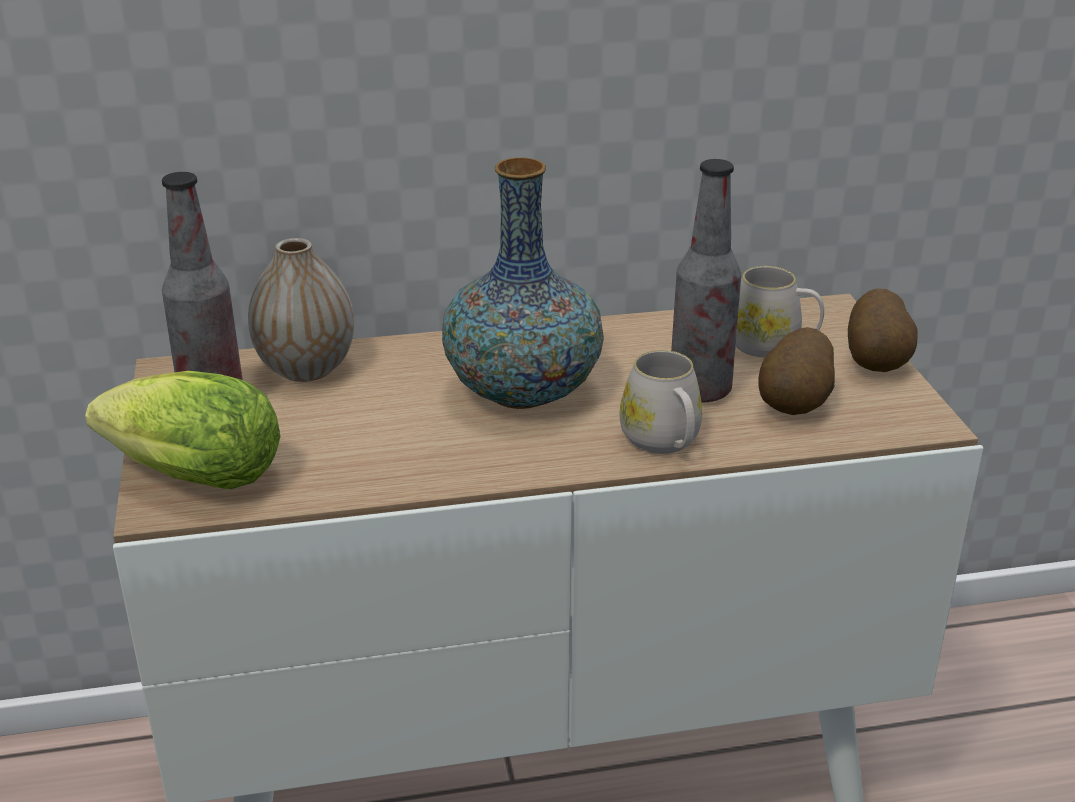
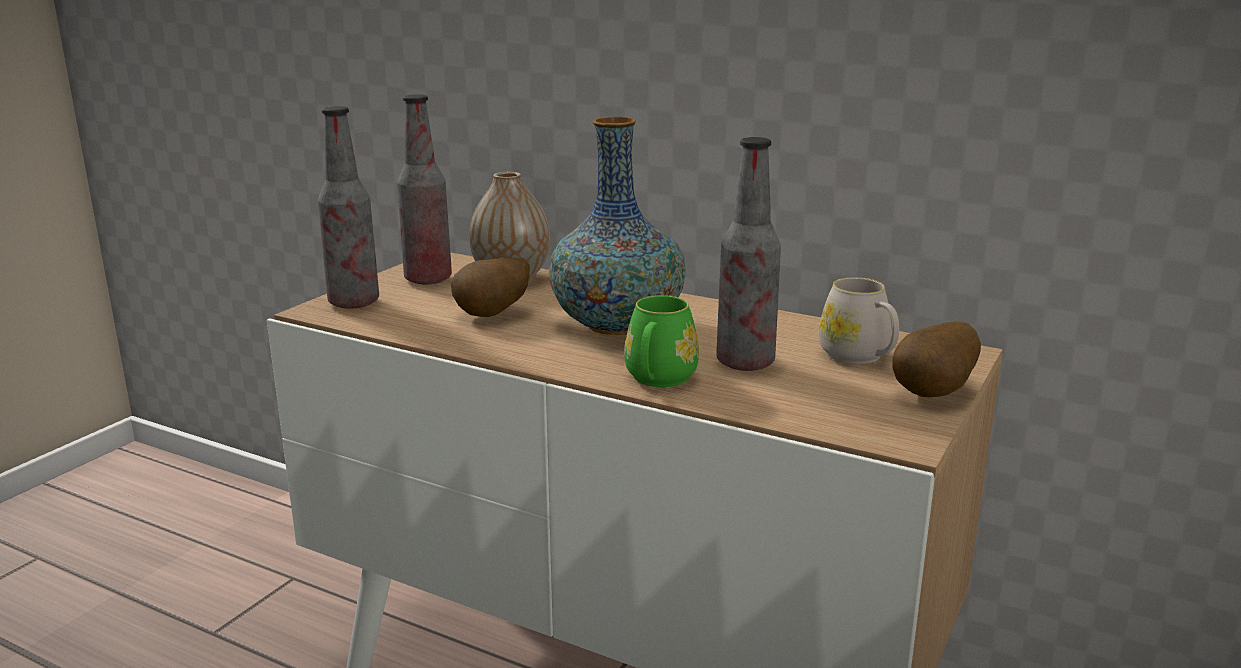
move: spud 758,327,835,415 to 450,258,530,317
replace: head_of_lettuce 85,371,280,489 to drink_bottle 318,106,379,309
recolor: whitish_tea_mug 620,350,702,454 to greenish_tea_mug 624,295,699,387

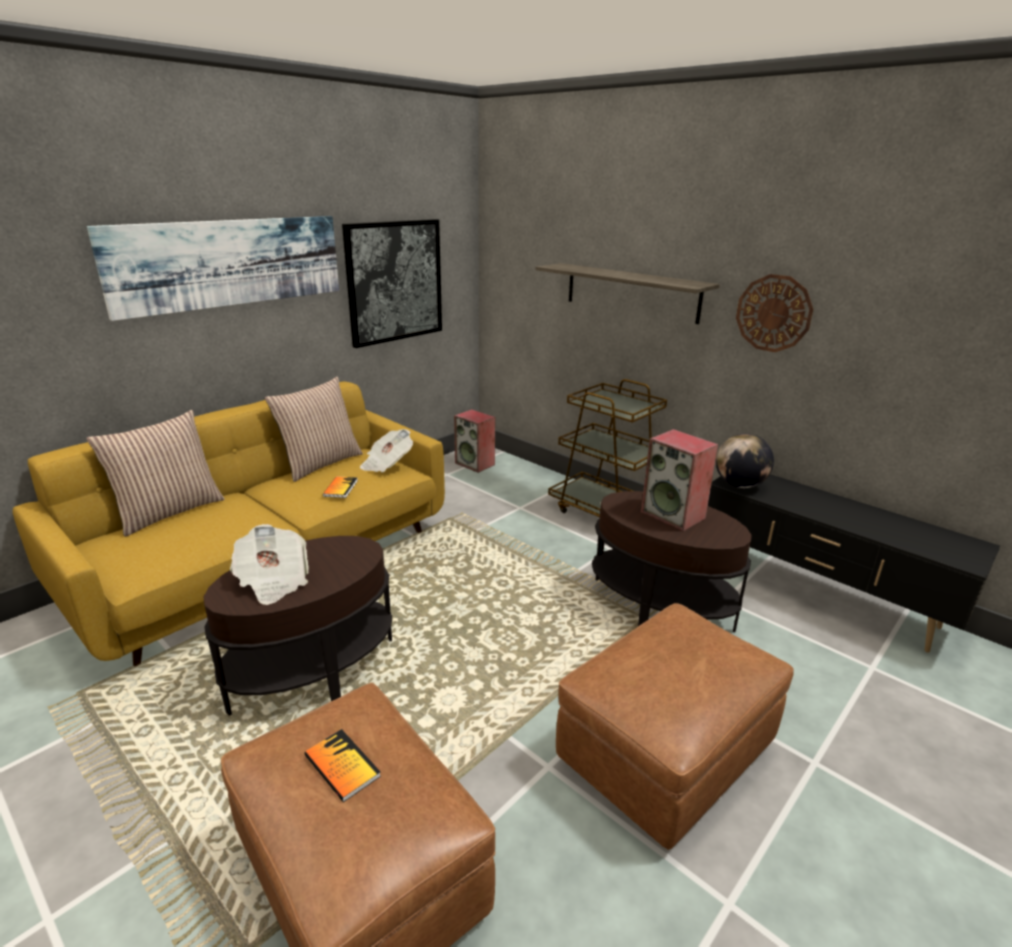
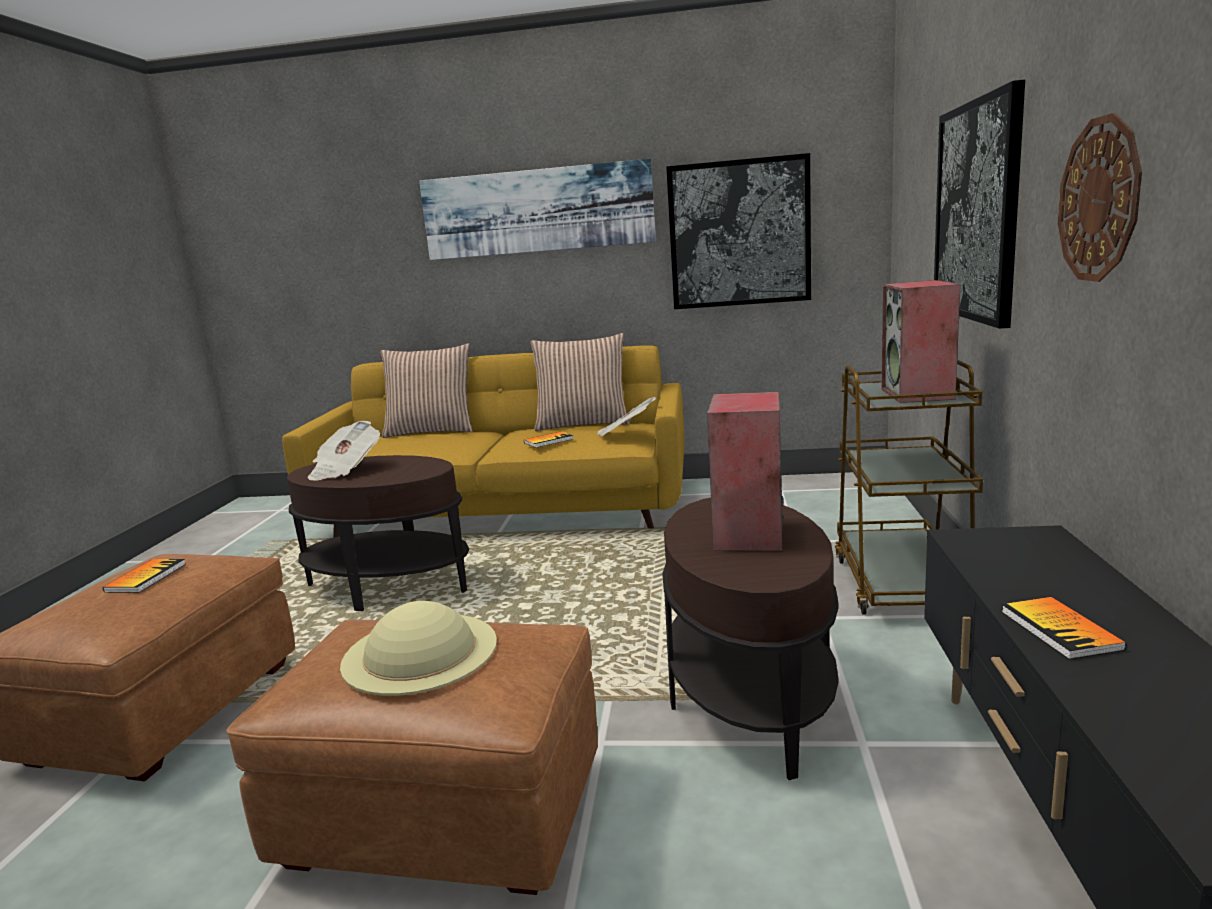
delete: desk_globe 716,433,774,488
insert: beige-coloured_hat 340,601,497,696; book 1001,597,1127,659
move: audio_speaker 454,409,495,473 to 881,280,960,403
replace: shelf 536,263,720,324 to wall_picture 934,79,1025,329

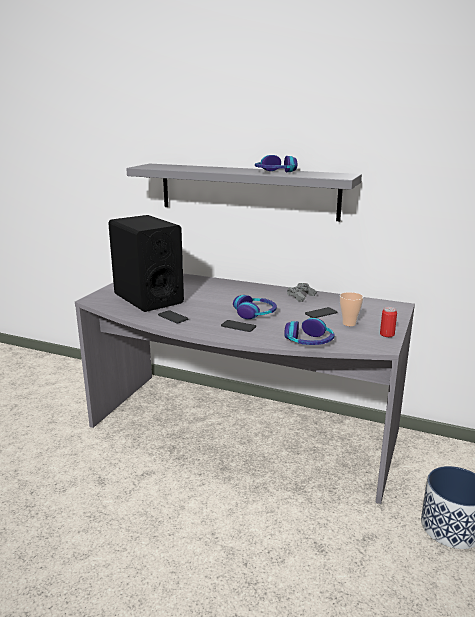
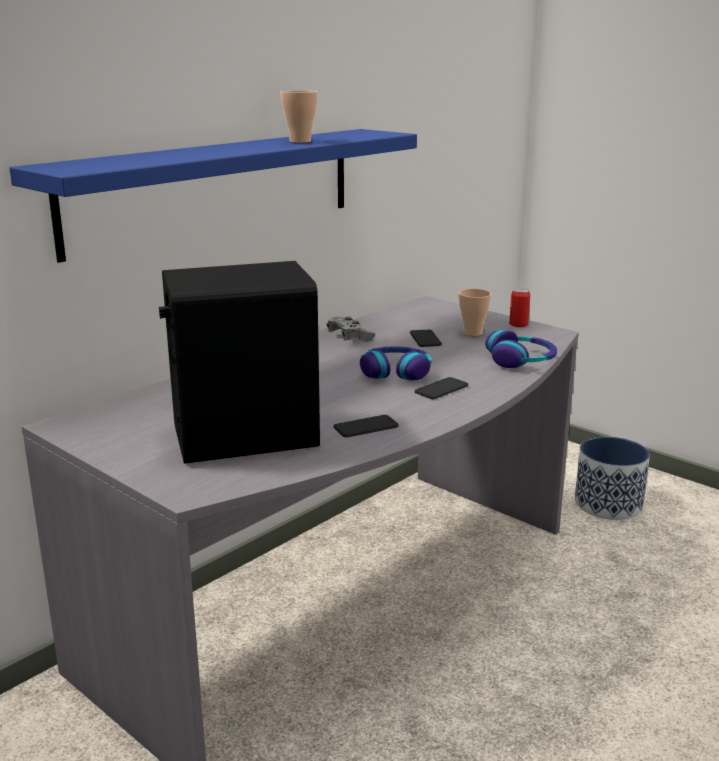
replace: pair_of_headphones 255,155,297,172 to cup 280,90,318,143
recolor: gray_shelf 126,164,362,221 to blue_shelf 9,129,417,263

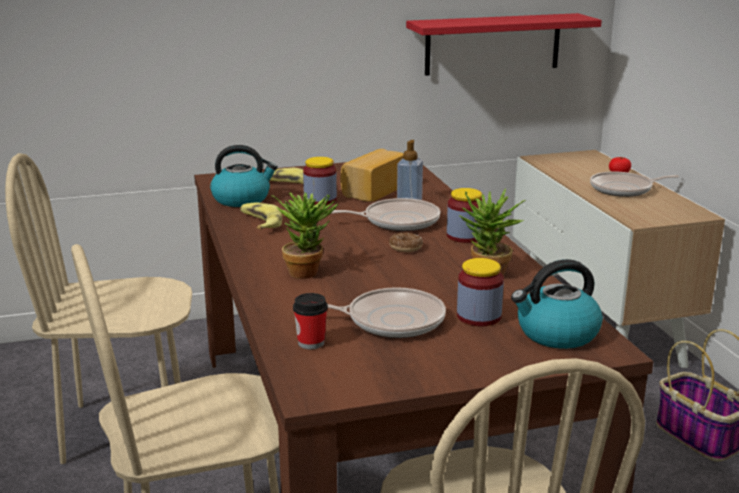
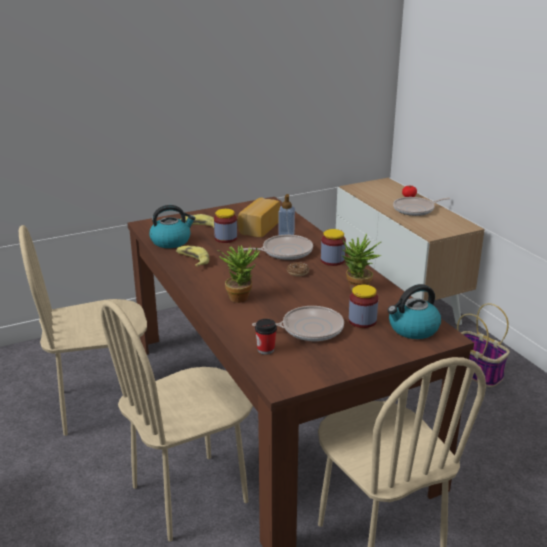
delete: red_shelf 406,13,602,76

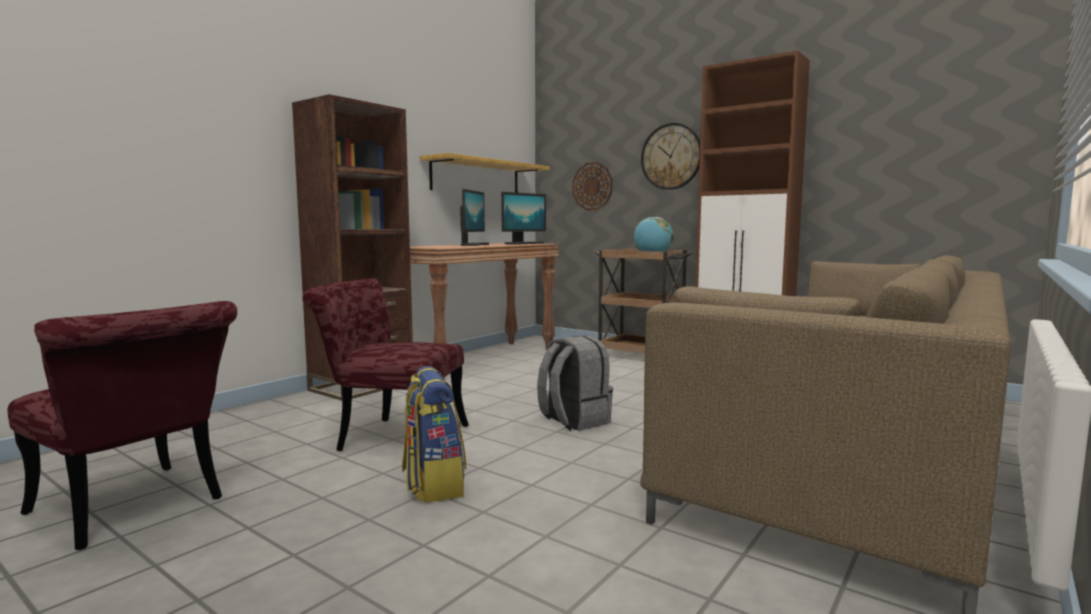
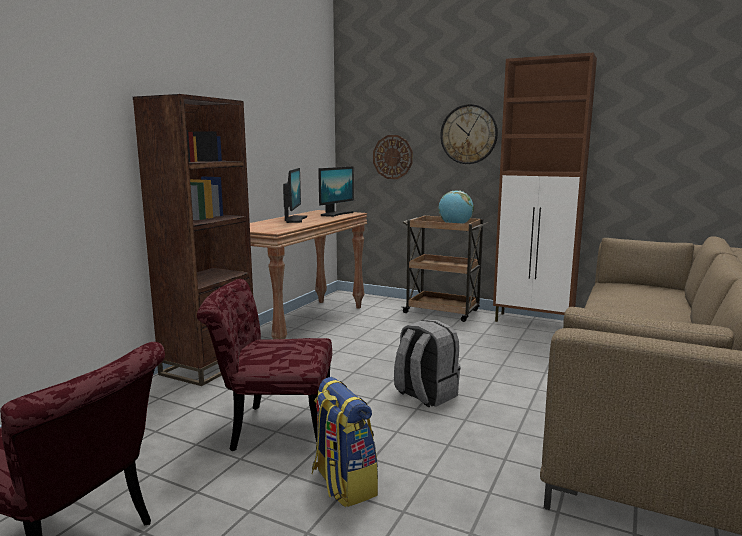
delete: shelf 420,153,550,193

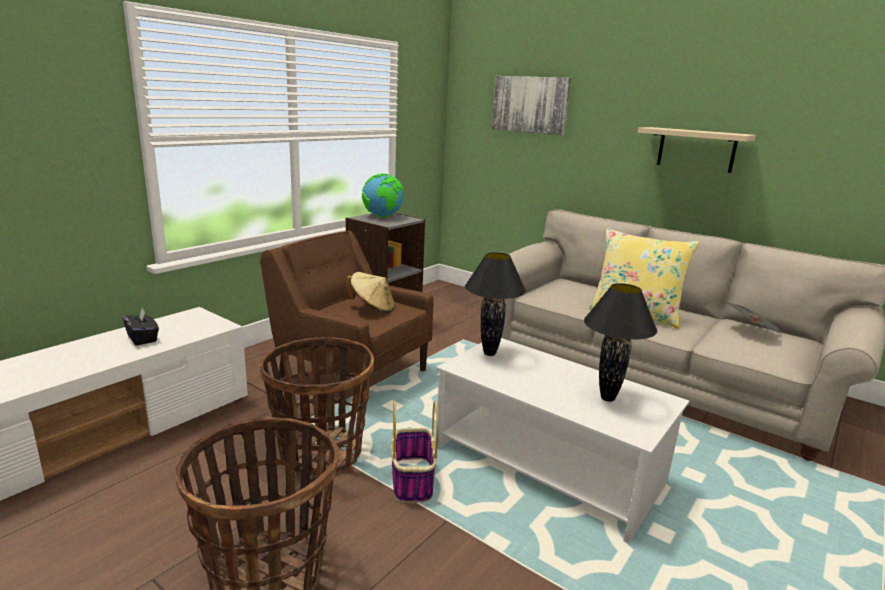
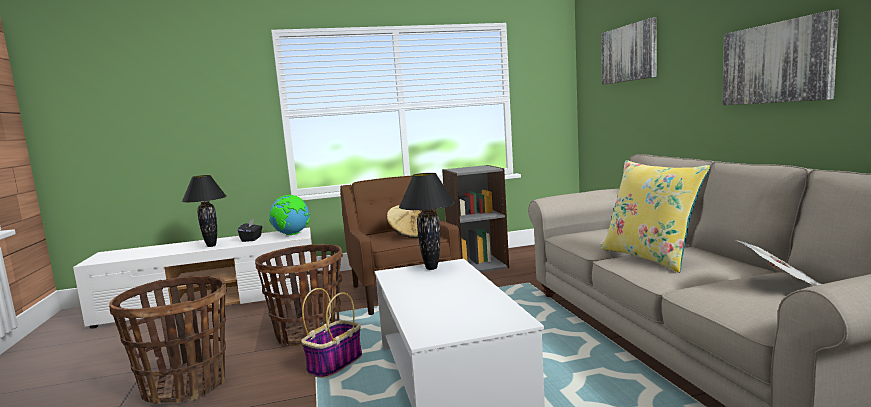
move: desk_globe 362,174,404,217 to 269,195,310,235; black-coloured_tabletop_lamp 584,283,657,402 to 182,175,227,247
replace: beige-coloured_shelf 638,127,756,173 to wall_picture 723,10,839,105

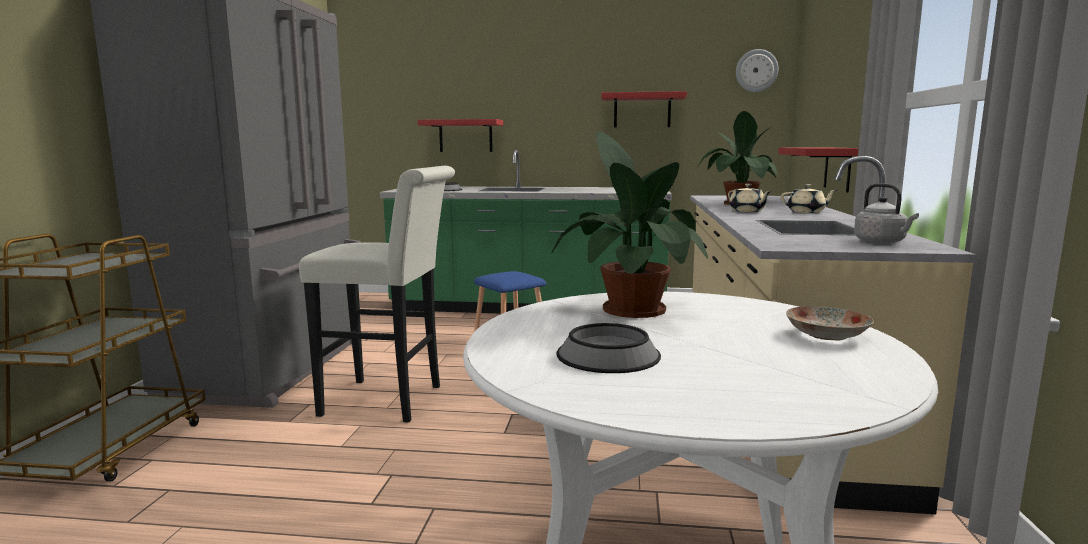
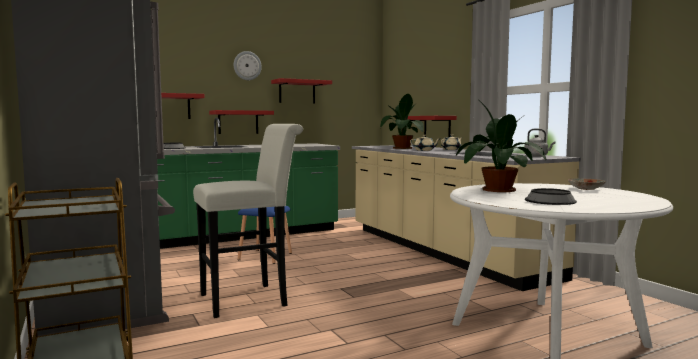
insert: red_shelf 209,110,274,134
move: wall_clock 736,49,778,92 to 234,51,262,80

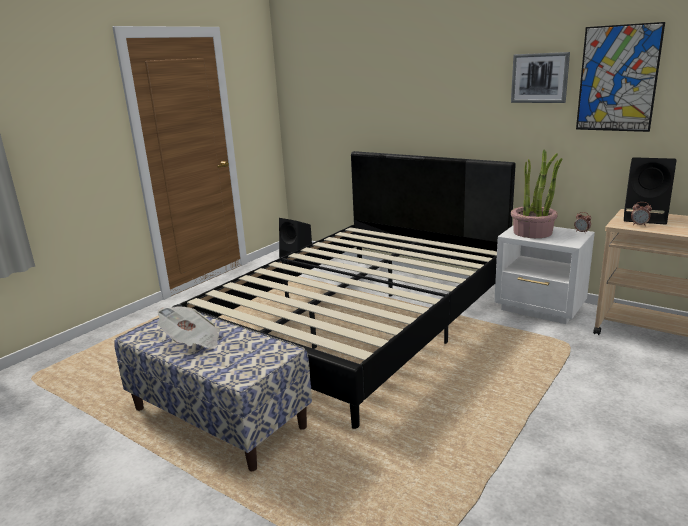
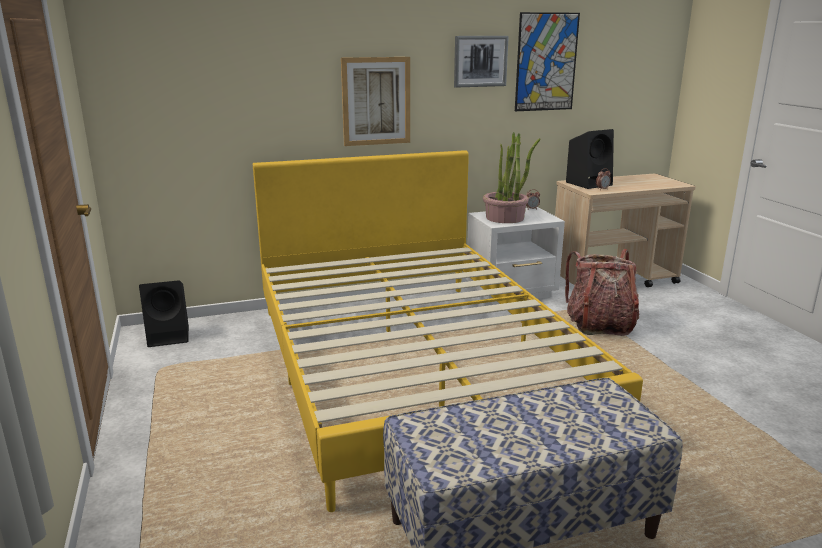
delete: printed_paper 157,306,220,349
insert: wall_picture 341,57,410,146; rucksack 565,249,640,336
recolor: black-coloured_bedroom_bed 171,151,516,429 to yellow_bedroom_bed 253,150,643,512

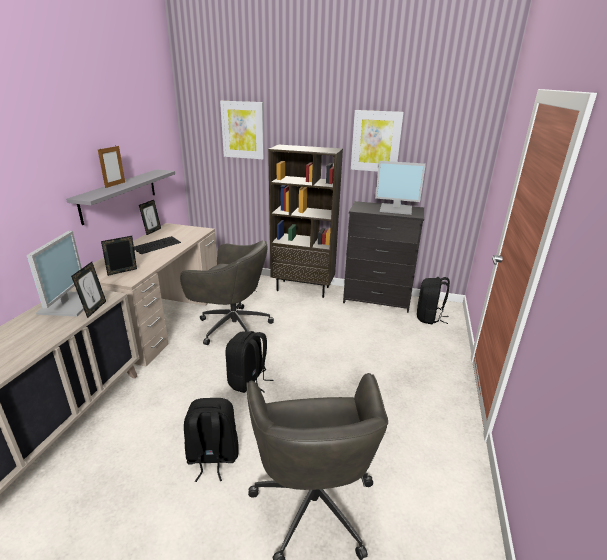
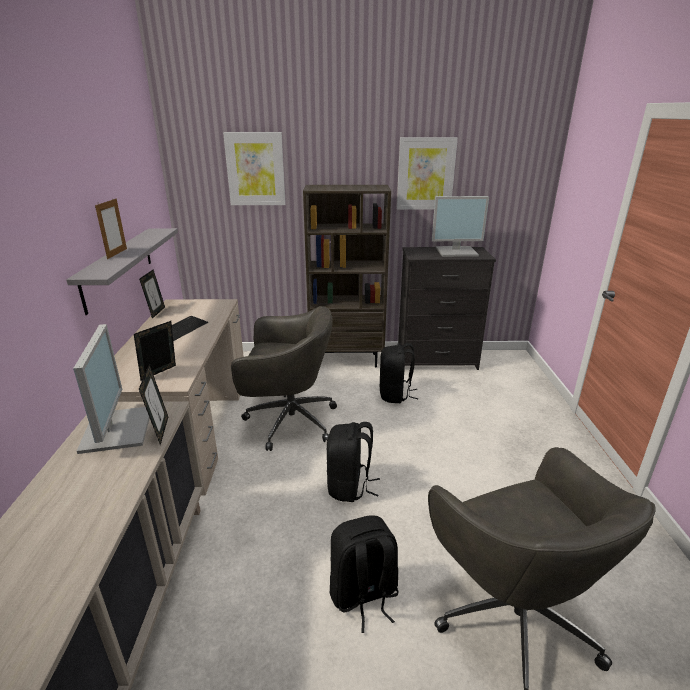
move: black-coloured_rucksack 417,277,450,325 to 380,343,419,403

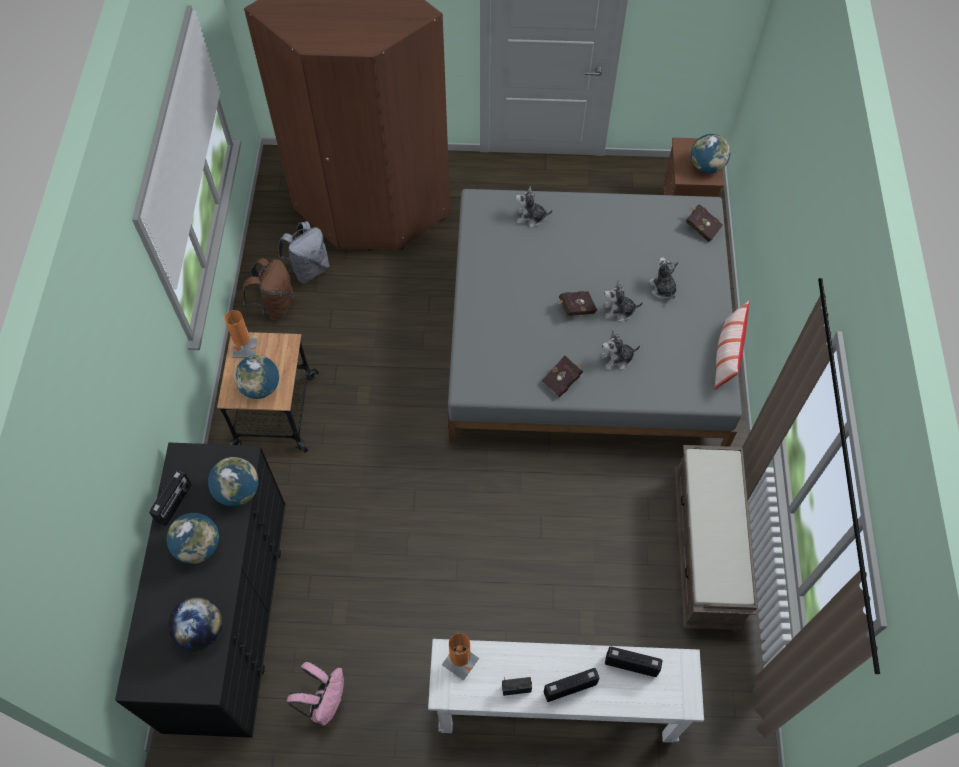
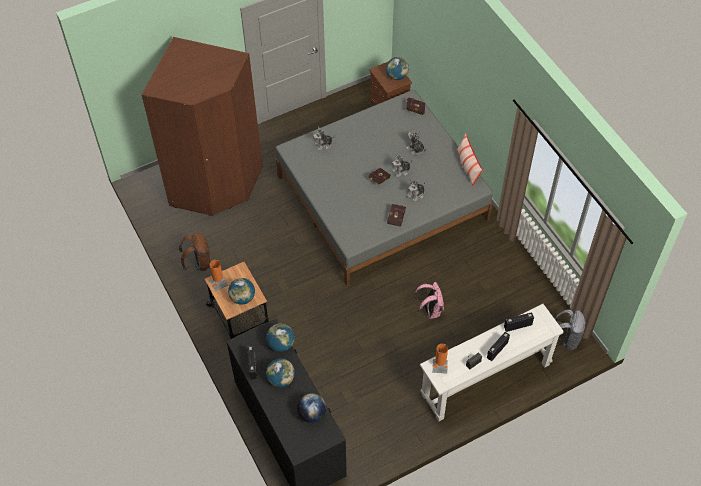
delete: brown_long_seat 674,445,757,632
move: gray_rucksack 278,221,330,283 to 555,309,586,350; pink-coloured_rucksack 287,662,344,726 to 414,282,444,319

